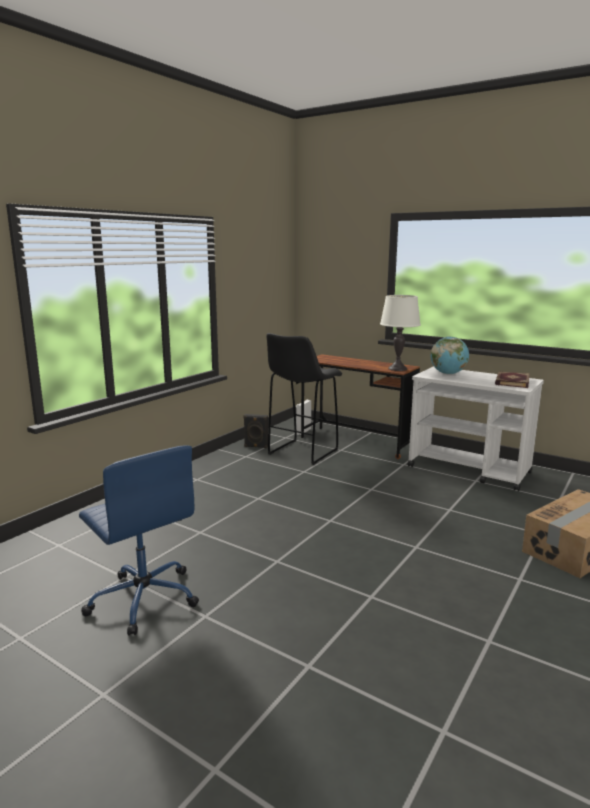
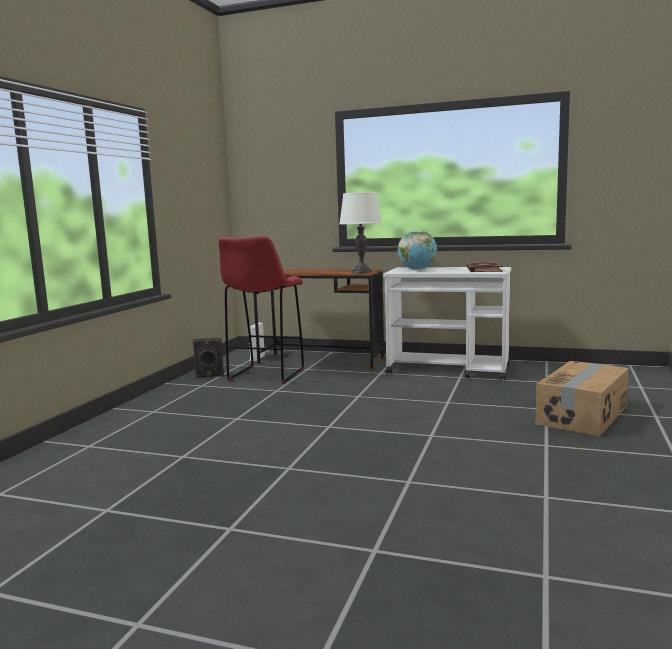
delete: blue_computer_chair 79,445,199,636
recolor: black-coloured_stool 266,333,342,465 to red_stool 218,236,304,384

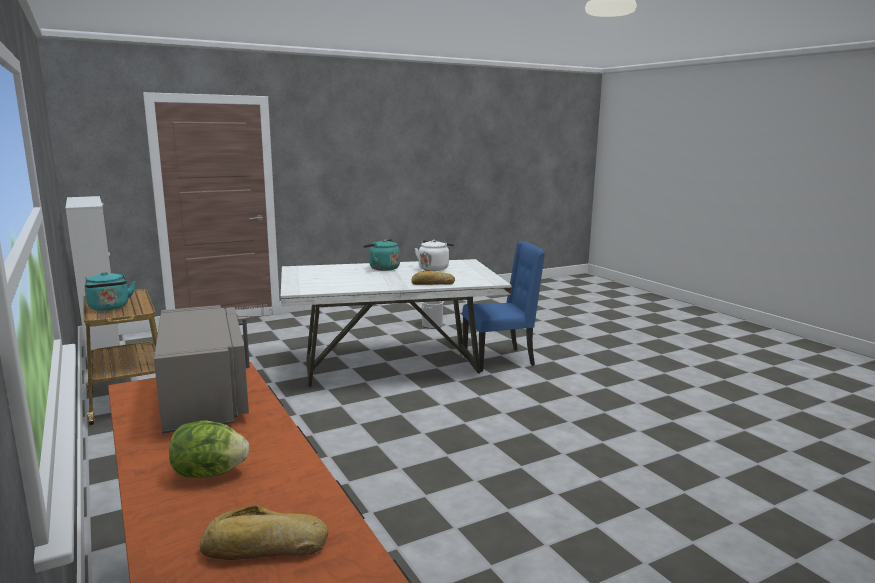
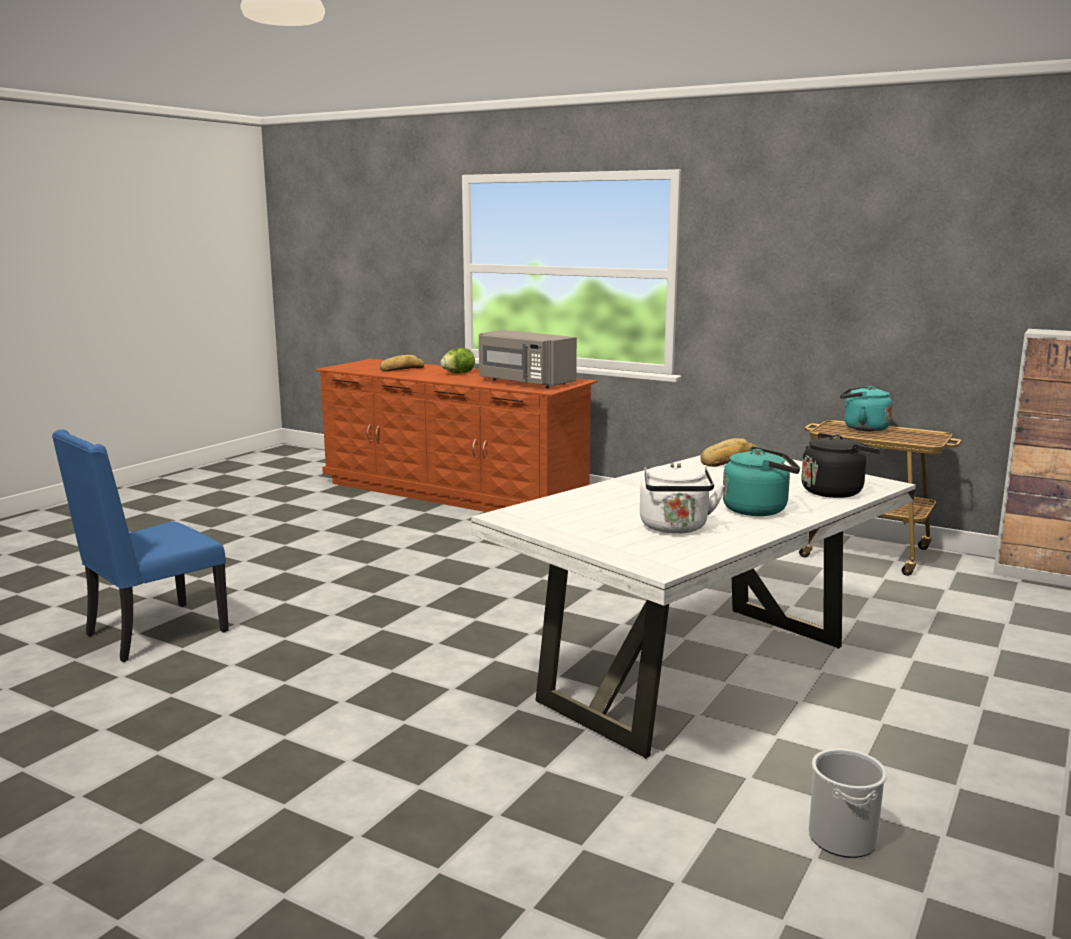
insert: black-coloured_water_kettle 801,433,880,498
move: bread 411,270,455,285 to 700,438,757,467; blue_plain_chair 462,241,545,372 to 52,430,229,662

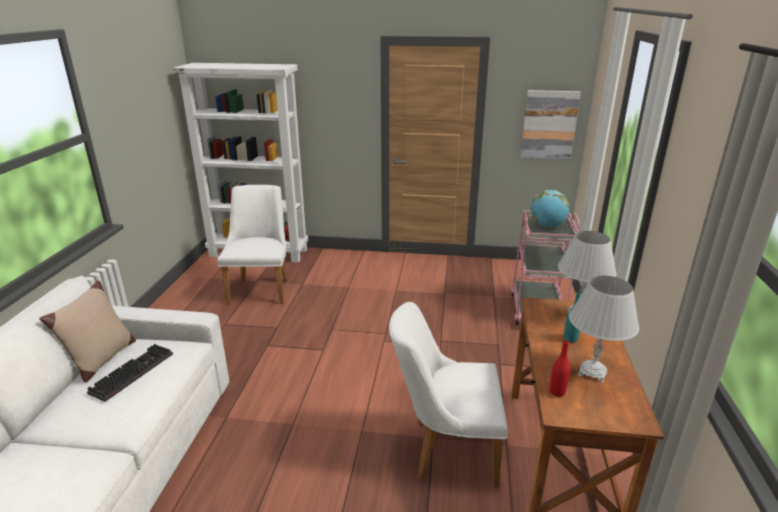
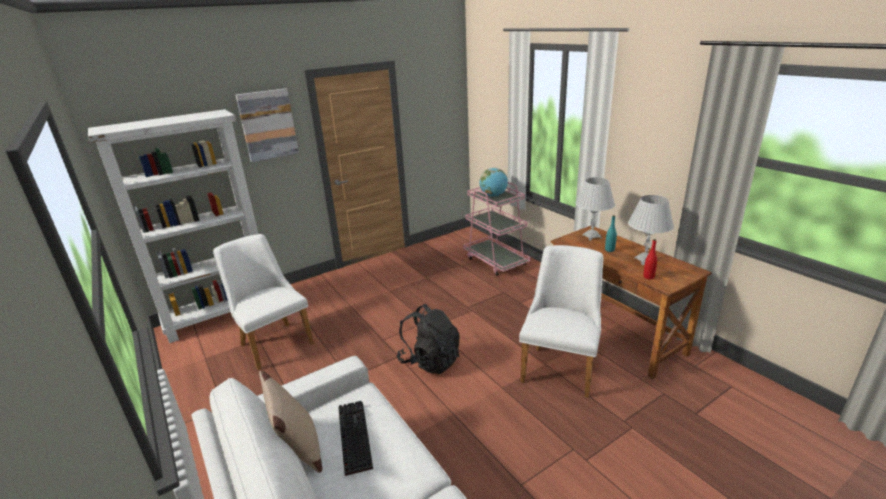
insert: black-coloured_rucksack 397,304,460,374
move: wall_picture 520,90,581,160 to 236,88,299,162
rotate: whitish_plain_chair 389,302,508,488 = 519,245,603,398 150 degrees clockwise

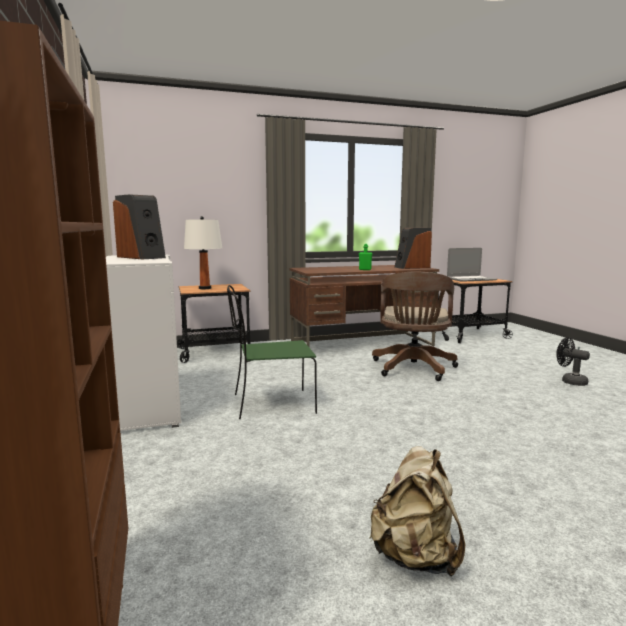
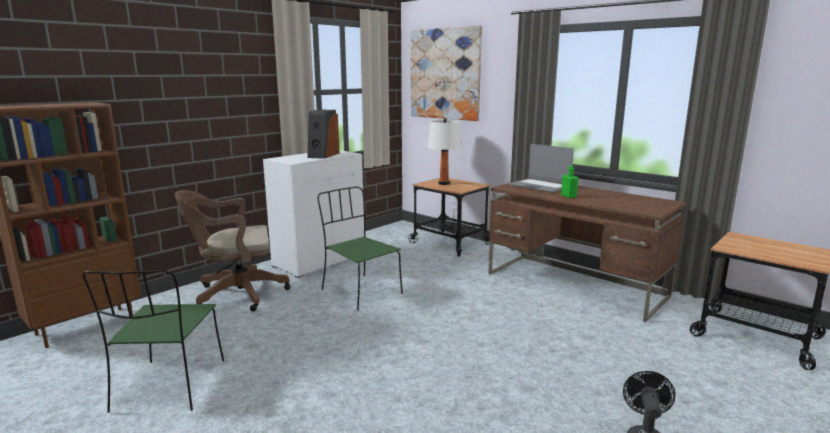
delete: audio_speaker 394,228,432,269
insert: wall_picture 411,26,482,121
move: brown_computer_chair 372,272,458,381 to 175,190,290,311; notebook_computer 447,248,497,282 to 509,144,574,192
replace: beige-coloured_rucksack 370,446,465,576 to greenish_plain_chair 83,270,224,413

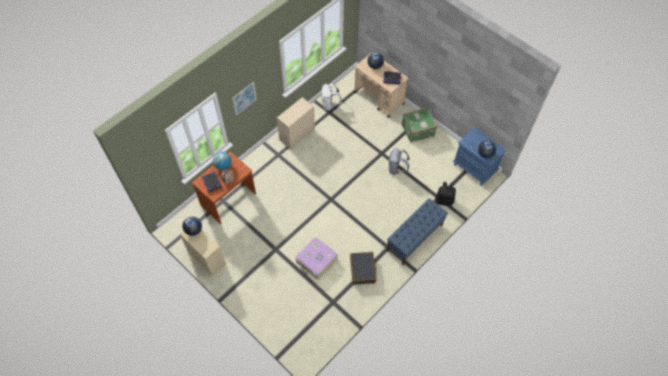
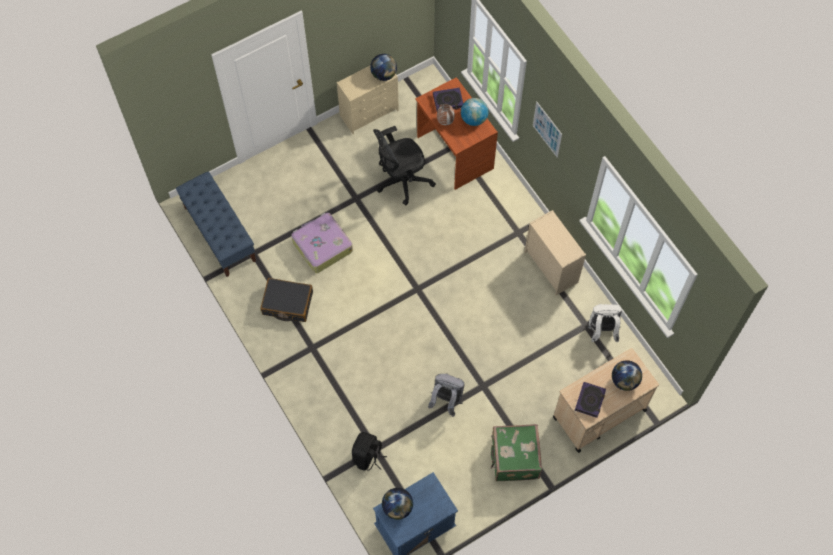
insert: black-coloured_computer_chair 373,126,436,206
move: blue_long_seat 387,199,448,265 to 176,171,256,277

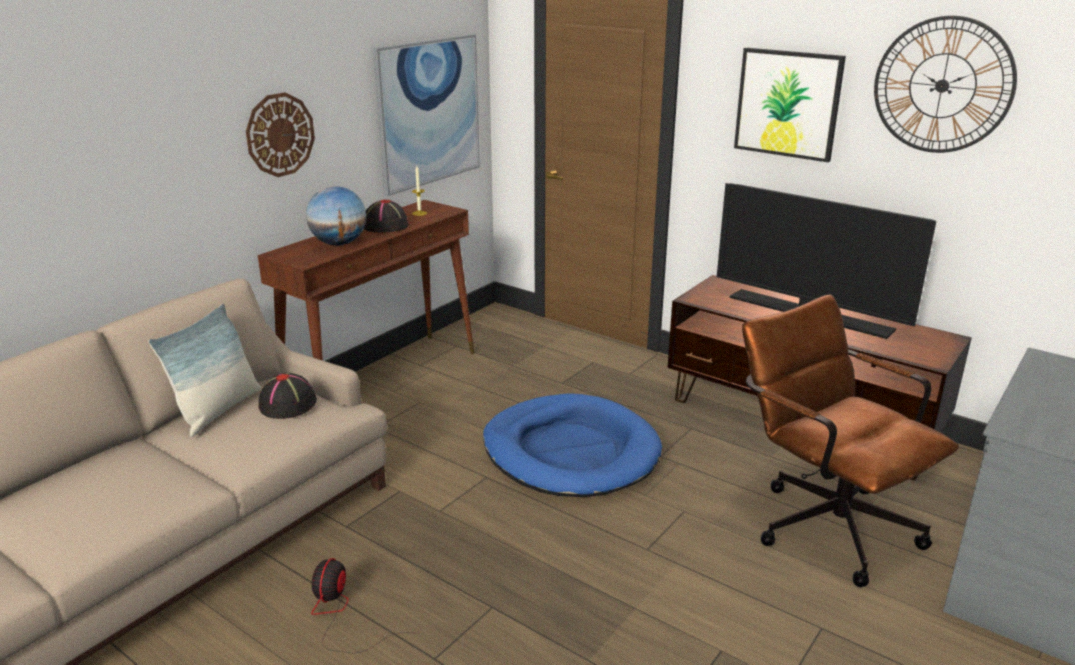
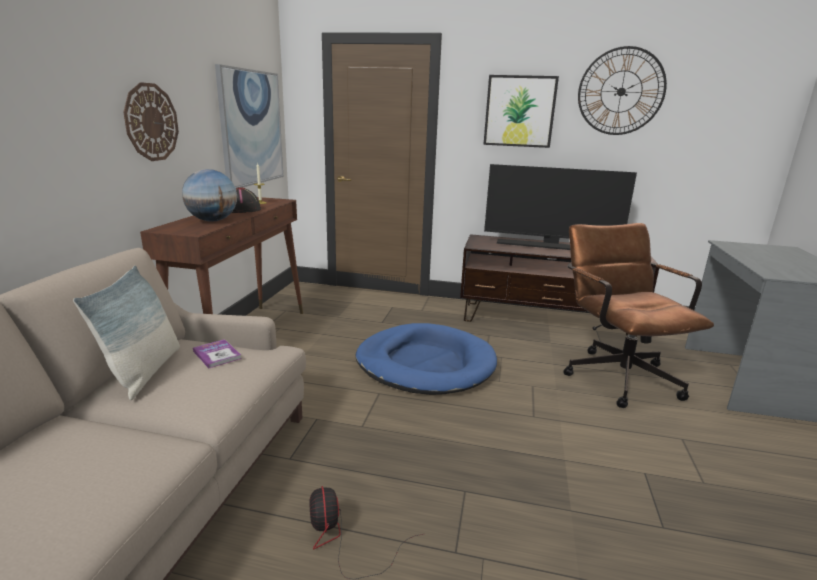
replace: black-coloured_hat 258,372,317,419 to book 193,339,241,368
rotate: brown_computer_chair 742,294,959,587 = 563,223,714,408 45 degrees clockwise

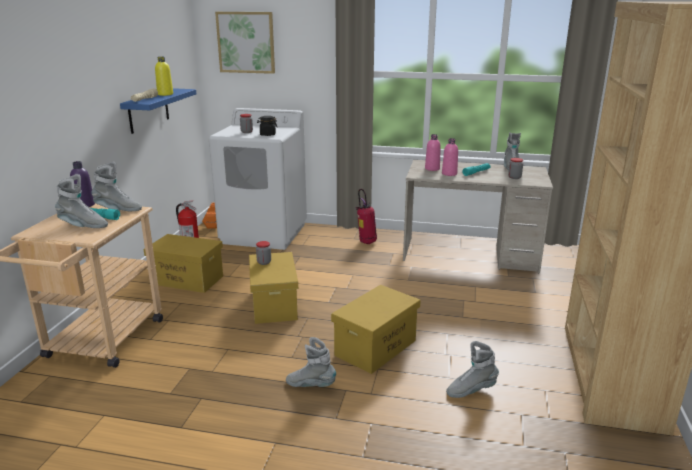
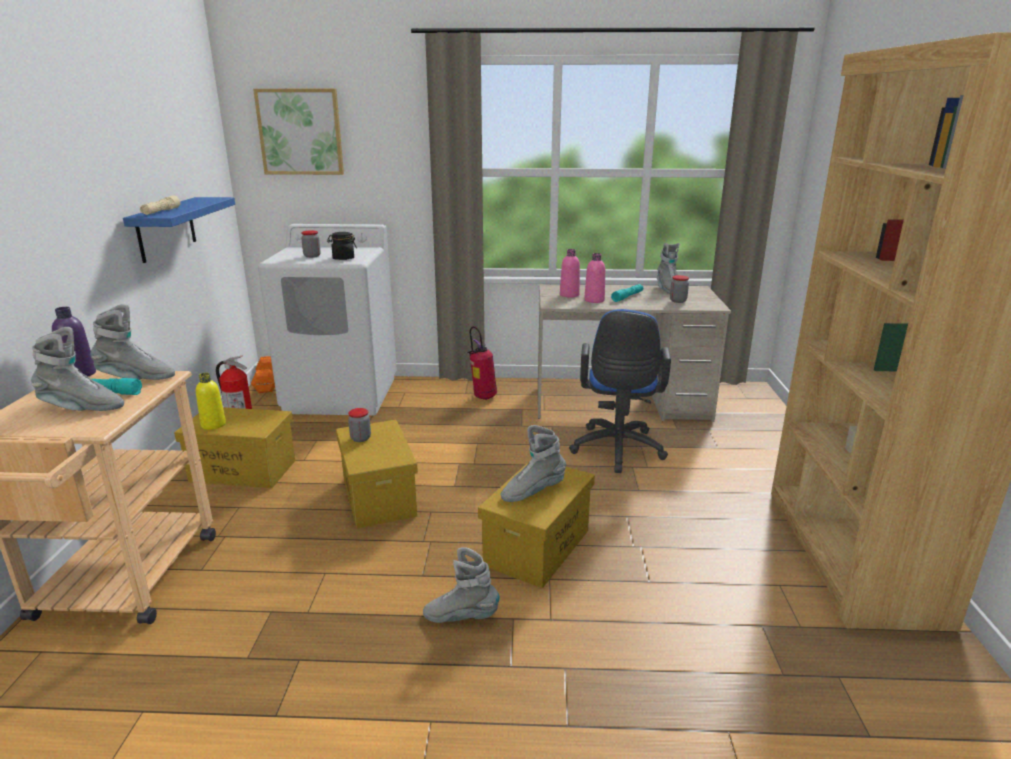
insert: blue_computer_chair 569,309,671,473
move: yellow_drink_bottle 155,57,173,96 to 196,373,226,430; gray_high-top_boot 446,341,499,398 to 501,425,566,502

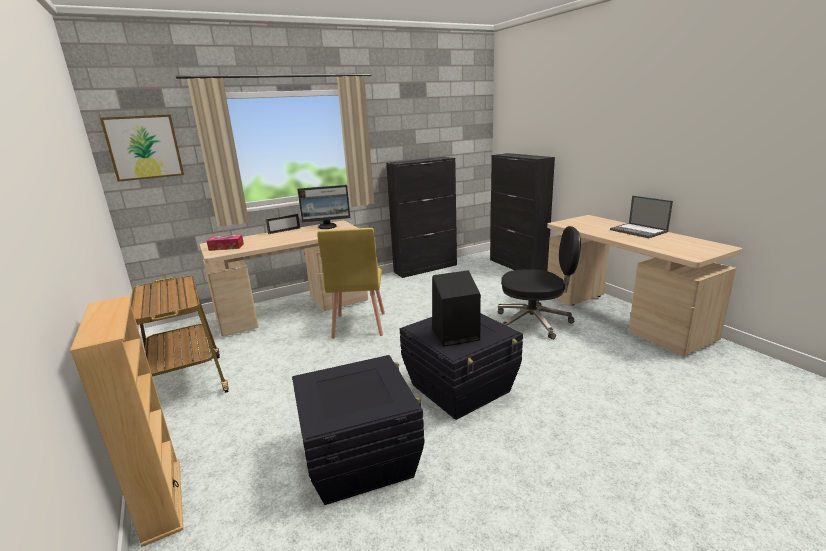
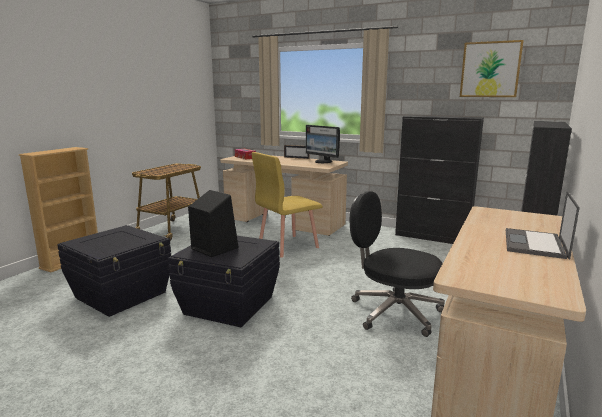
move: wall_picture 100,114,184,182 to 460,40,524,97
rotate: black-coloured_computer_chair 498,226,581,340 = 349,191,445,337 150 degrees clockwise

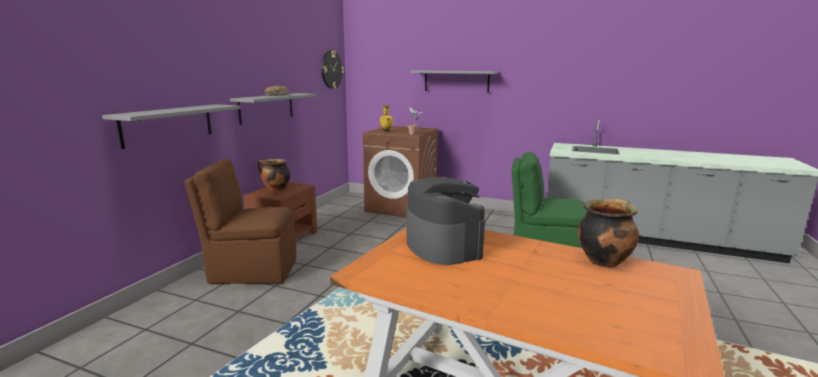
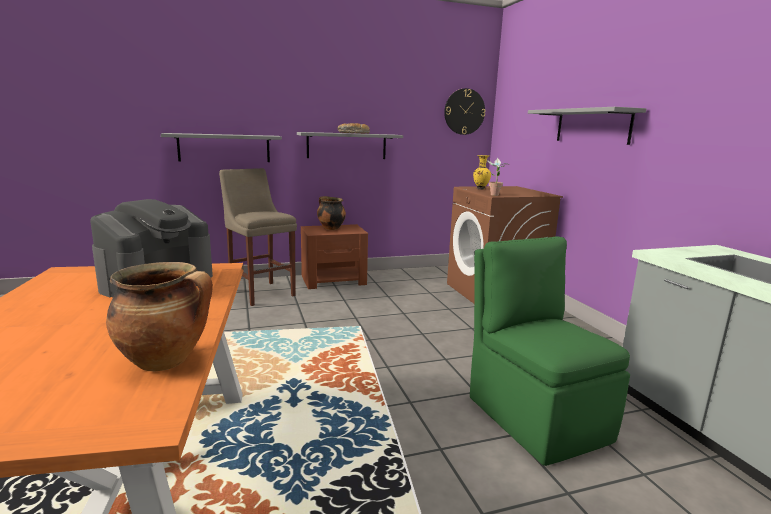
replace: brown_plain_chair 184,159,296,284 to beige-coloured_stool 219,168,297,306

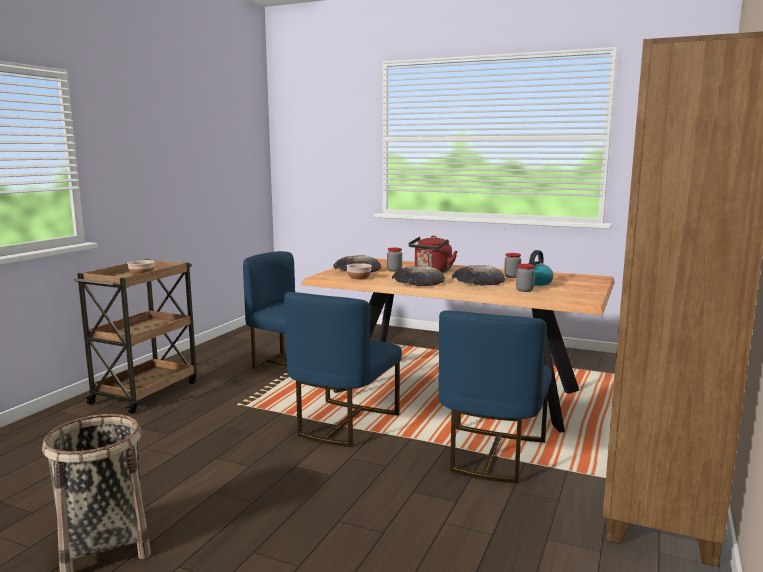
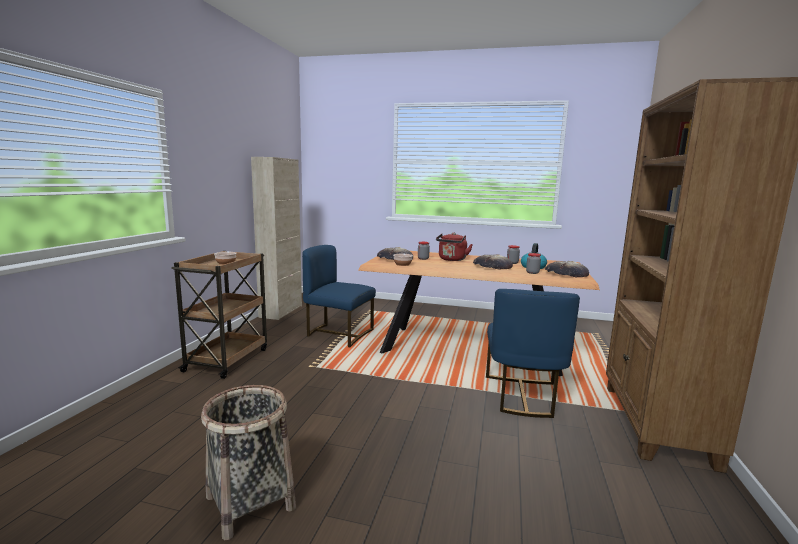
delete: blue_plain_chair 284,292,402,447
insert: beige-coloured_cupboard 251,157,302,320
move: bread 392,266,445,286 to 545,261,589,277

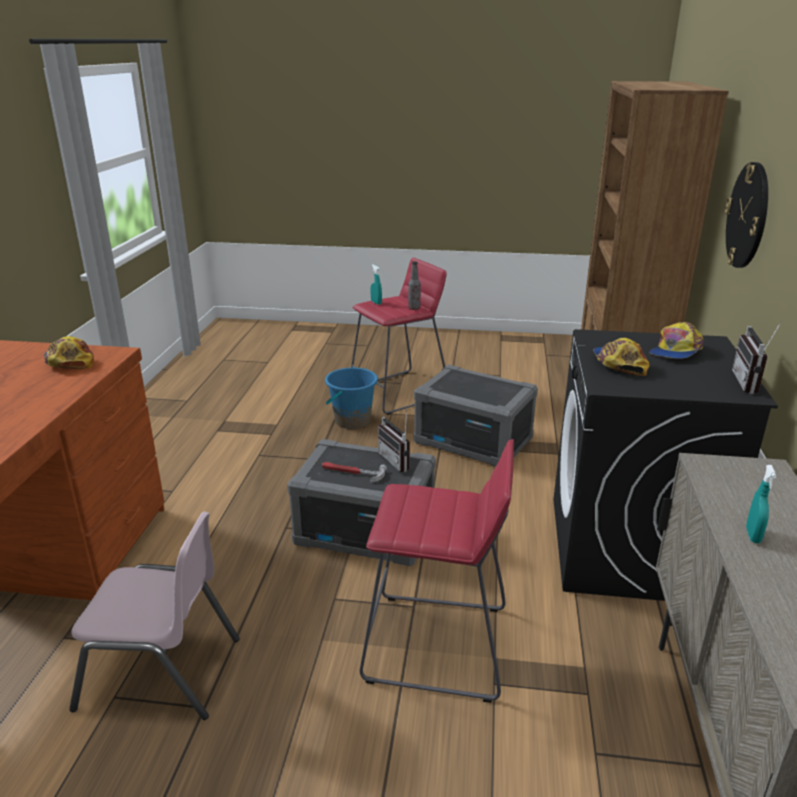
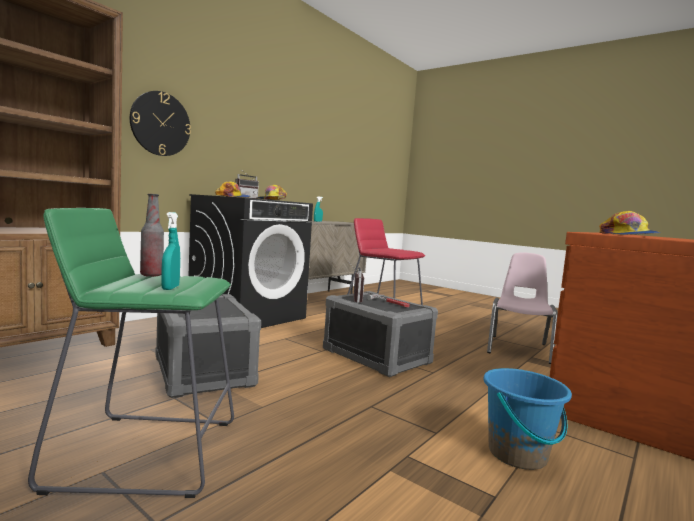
move: blue_pail 325,368,378,429 to 483,368,572,470
recolor: red_stool 351,258,447,415 to greenish_stool 28,208,234,498
rotate: pink-coloured_plain_chair 69,511,240,720 = 487,253,558,364 75 degrees clockwise

